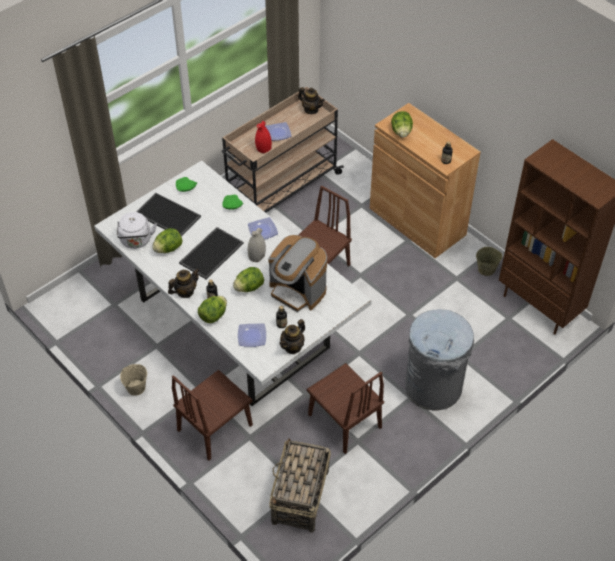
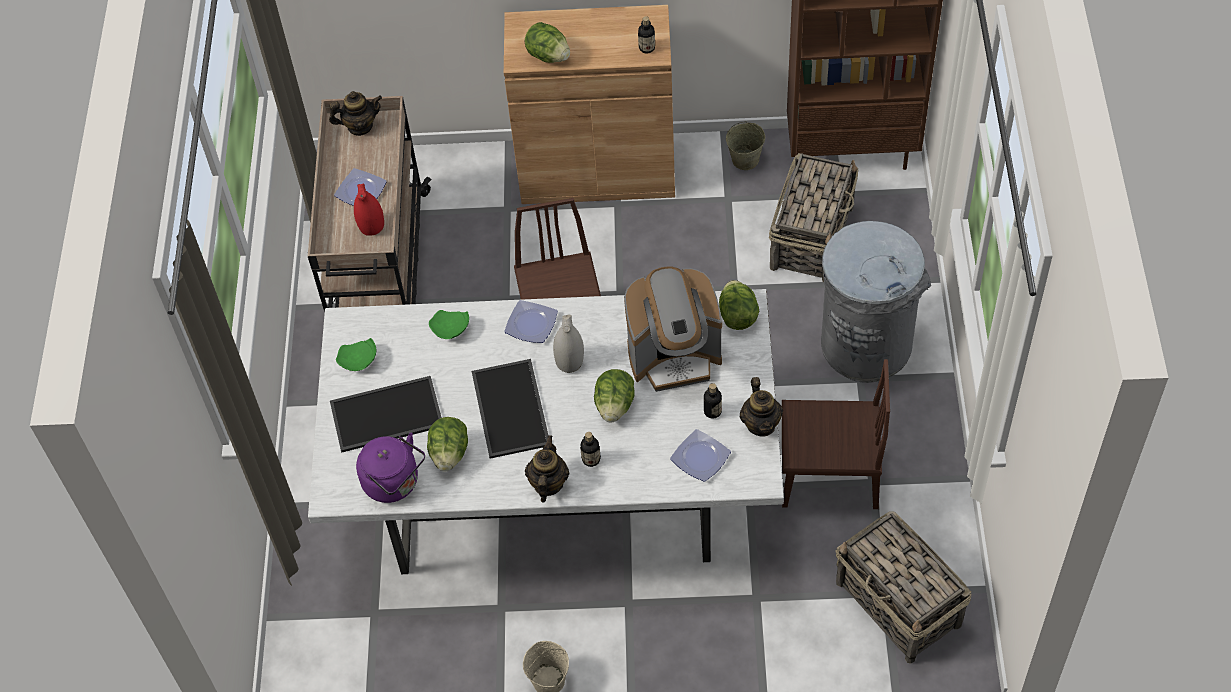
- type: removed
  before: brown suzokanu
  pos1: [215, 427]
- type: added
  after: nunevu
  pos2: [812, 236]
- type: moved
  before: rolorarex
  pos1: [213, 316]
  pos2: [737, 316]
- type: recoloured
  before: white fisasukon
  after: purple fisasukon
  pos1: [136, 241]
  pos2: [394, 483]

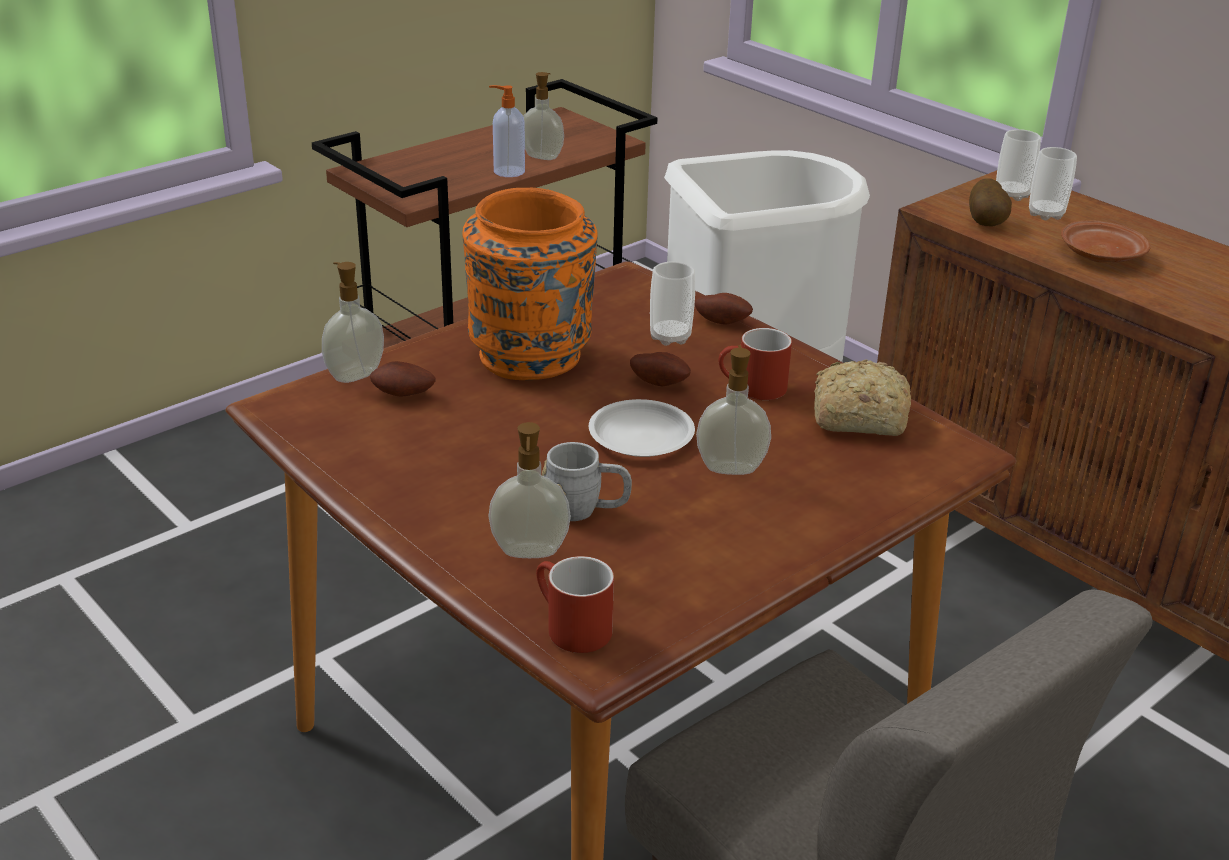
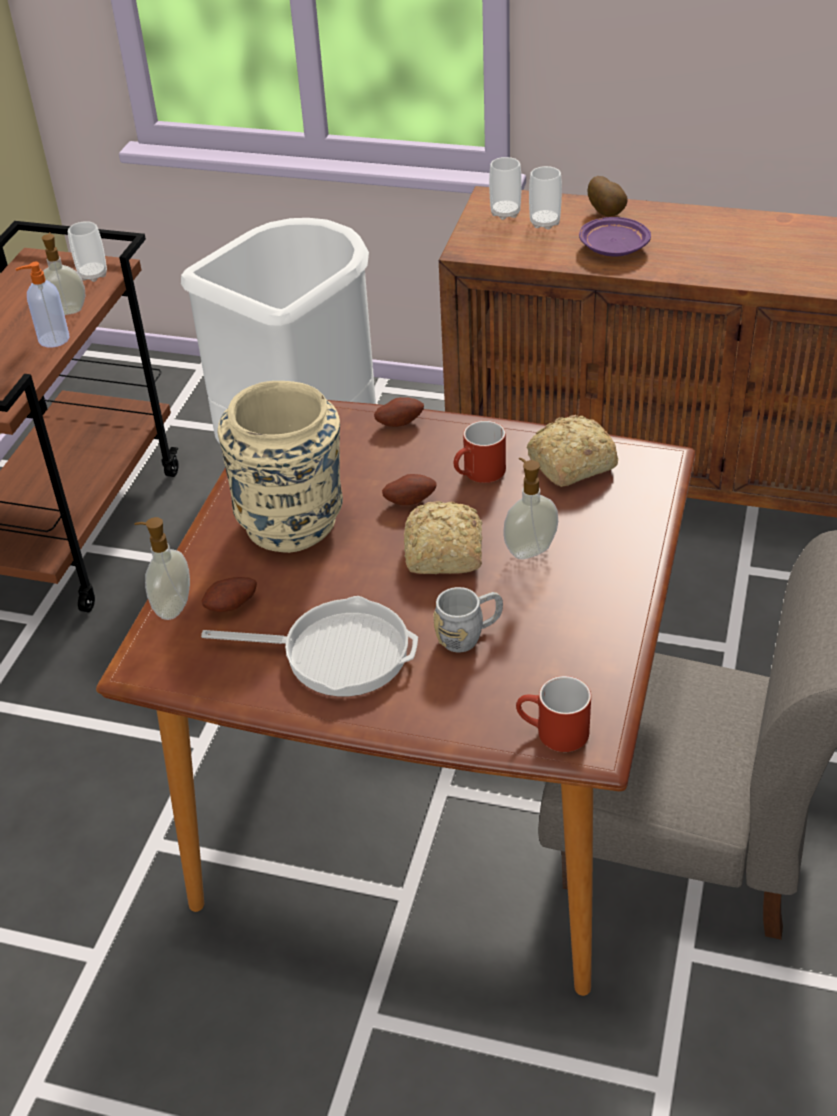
- type: removed
  before: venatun
  pos1: [529, 553]
- type: added
  after: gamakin
  pos2: [337, 653]
- type: moved
  before: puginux
  pos1: [670, 337]
  pos2: [93, 275]
- type: moved
  before: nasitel
  pos1: [987, 223]
  pos2: [607, 212]
- type: replaced
  before: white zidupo
  after: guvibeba
  pos1: [640, 435]
  pos2: [443, 554]
- type: recoloured
  before: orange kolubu
  after: beige kolubu
  pos1: [531, 357]
  pos2: [293, 523]
- type: recoloured
  before: brown zidupo
  after: purple zidupo
  pos1: [1100, 255]
  pos2: [613, 248]

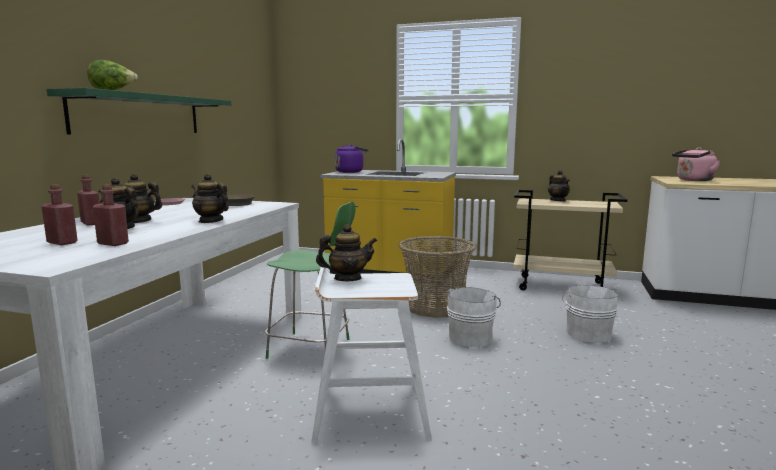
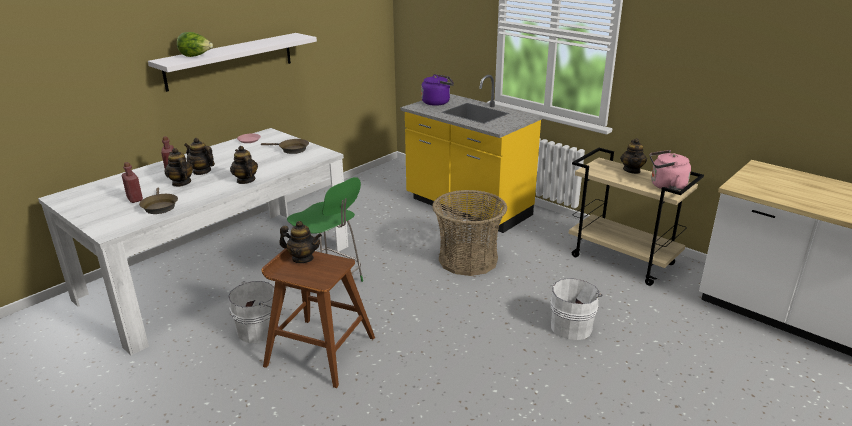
- type: moved
  before: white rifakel
  pos1: [471, 337]
  pos2: [260, 329]
- type: moved
  before: pink fisasukon
  pos1: [693, 180]
  pos2: [665, 186]
- type: replaced
  before: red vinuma
  after: brown gamakin
  pos1: [113, 243]
  pos2: [159, 206]
- type: recoloured
  before: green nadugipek
  after: white nadugipek
  pos1: [139, 114]
  pos2: [230, 61]
- type: recoloured
  before: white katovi
  after: brown katovi
  pos1: [368, 409]
  pos2: [319, 351]

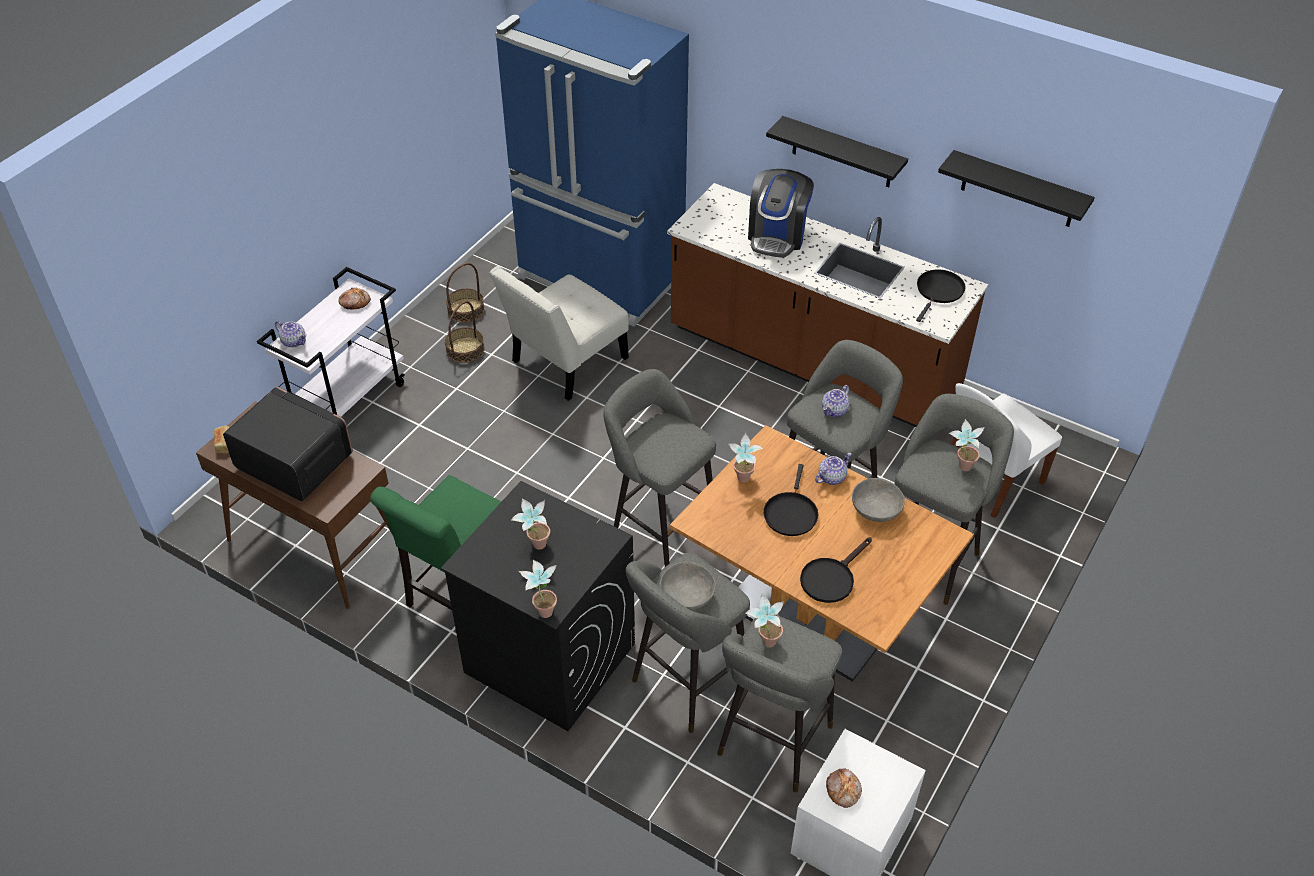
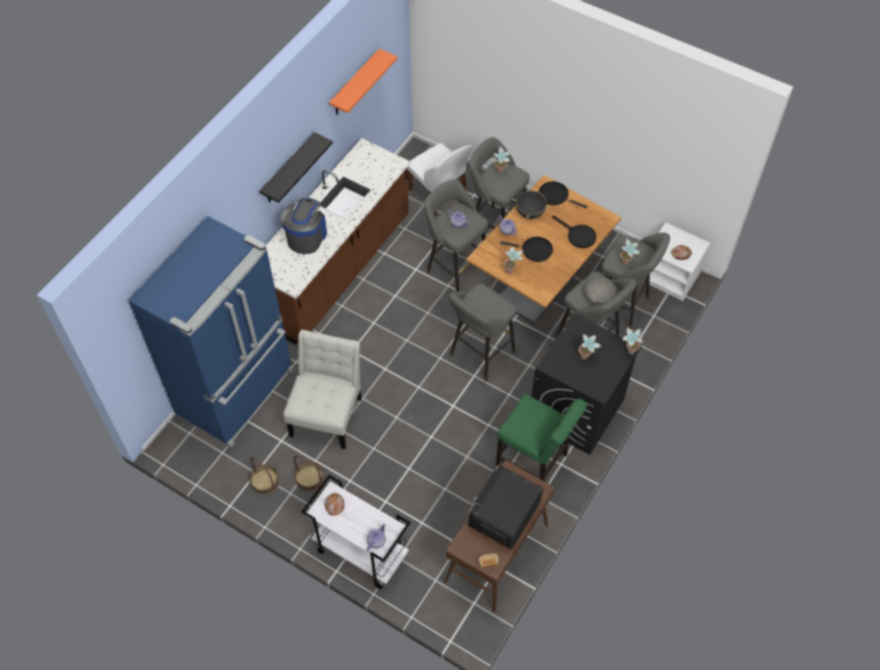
- type: moved
  before: black gamakin
  pos1: [939, 292]
  pos2: [555, 195]
- type: replaced
  before: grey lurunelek
  after: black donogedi
  pos1: [875, 510]
  pos2: [530, 213]
- type: recoloured
  before: black nadugipek
  after: orange nadugipek
  pos1: [1018, 190]
  pos2: [355, 84]
- type: turned
  before: white suzokanu
  pos1: [565, 363]
  pos2: [327, 412]
  turn: -120
- type: turned
  before: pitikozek
  pos1: [777, 235]
  pos2: [306, 236]
  turn: -90

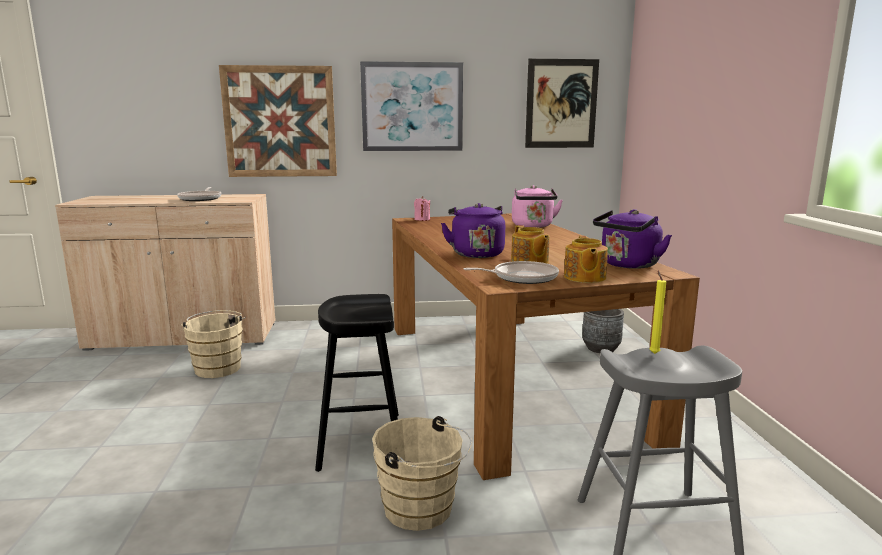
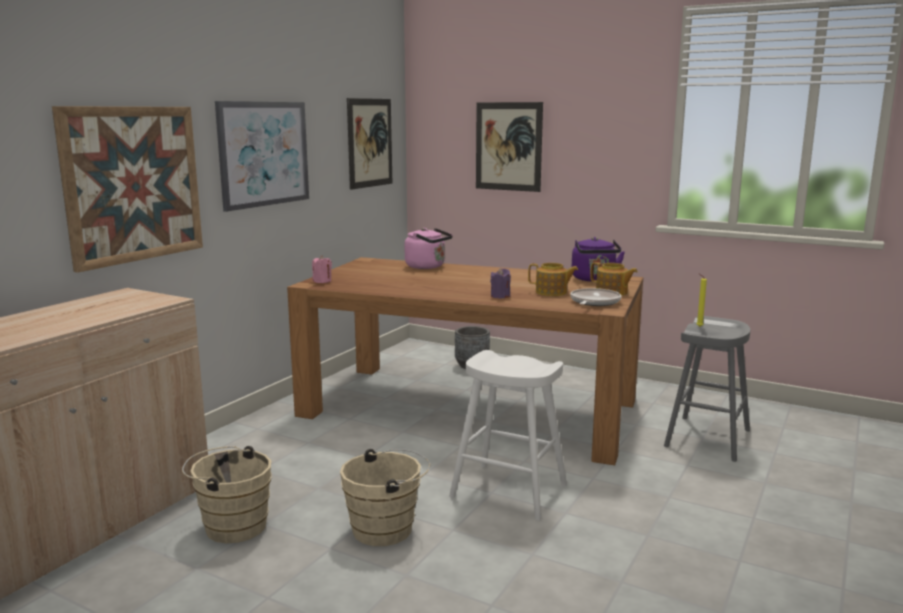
- type: removed
  before: gamakin
  pos1: [201, 199]
- type: added
  after: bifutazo
  pos2: [508, 146]
- type: moved
  before: beige rifakel
  pos1: [422, 510]
  pos2: [387, 529]
- type: replaced
  before: purple fisasukon
  after: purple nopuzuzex
  pos1: [476, 253]
  pos2: [500, 296]
- type: recoloured
  before: black katovi
  after: white katovi
  pos1: [360, 441]
  pos2: [509, 491]

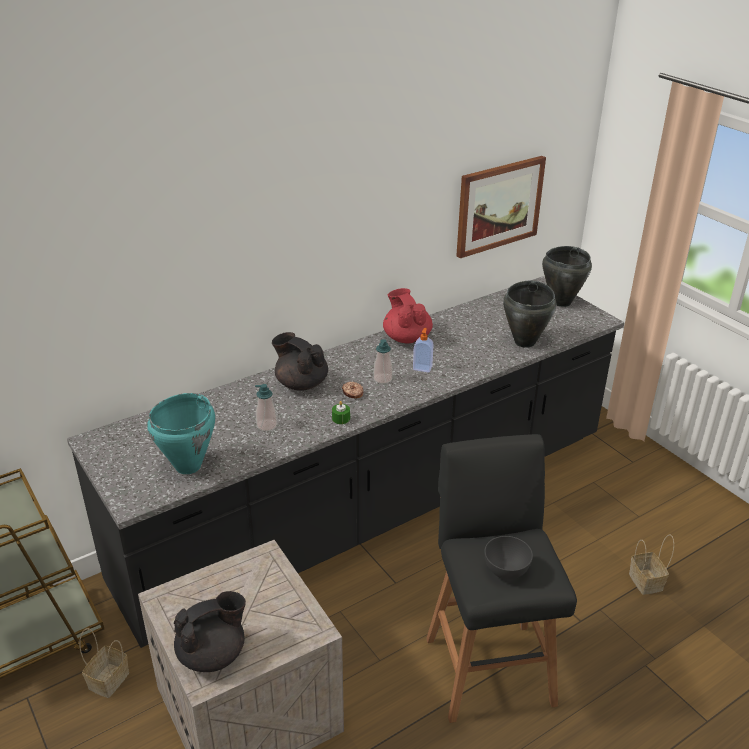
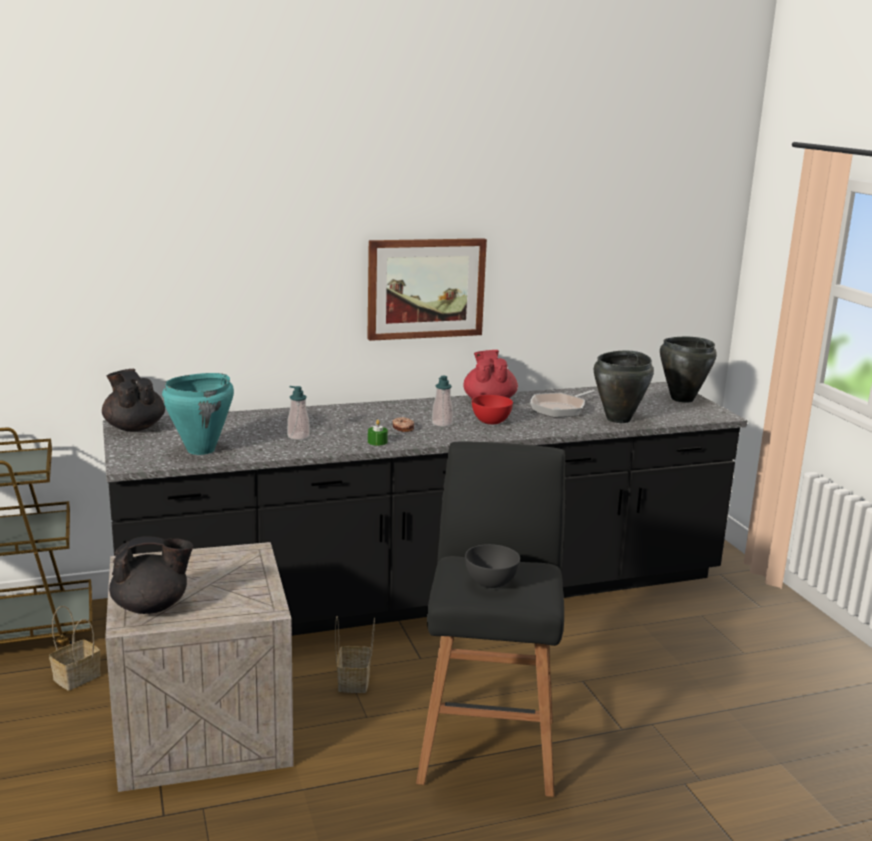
- type: added
  after: gamakin
  pos2: [560, 408]
- type: moved
  before: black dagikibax
  pos1: [301, 383]
  pos2: [134, 427]
- type: moved
  before: bifutazo
  pos1: [499, 205]
  pos2: [425, 288]
- type: moved
  before: nunevu
  pos1: [646, 582]
  pos2: [354, 682]
- type: replaced
  before: venatun
  after: red lurunelek
  pos1: [422, 368]
  pos2: [490, 422]

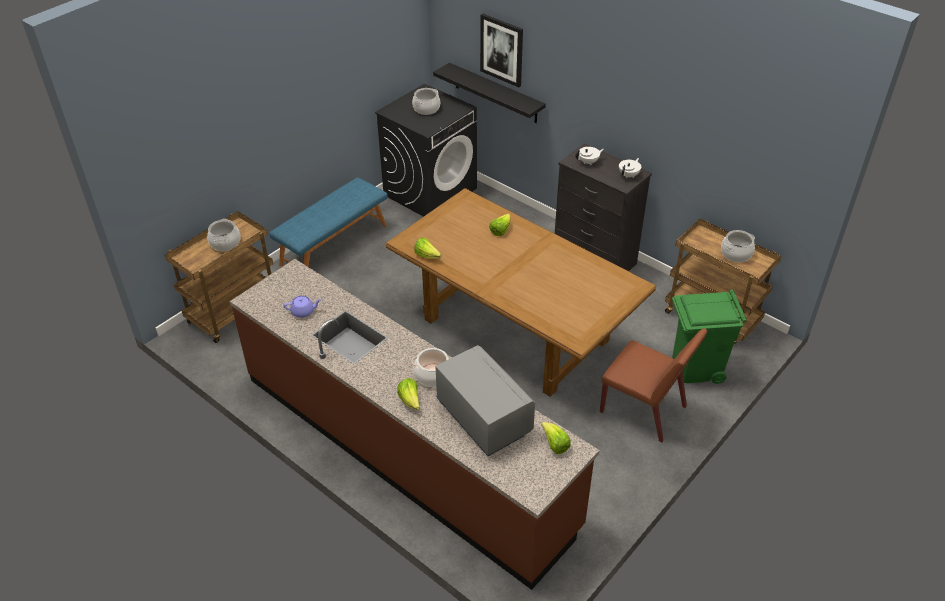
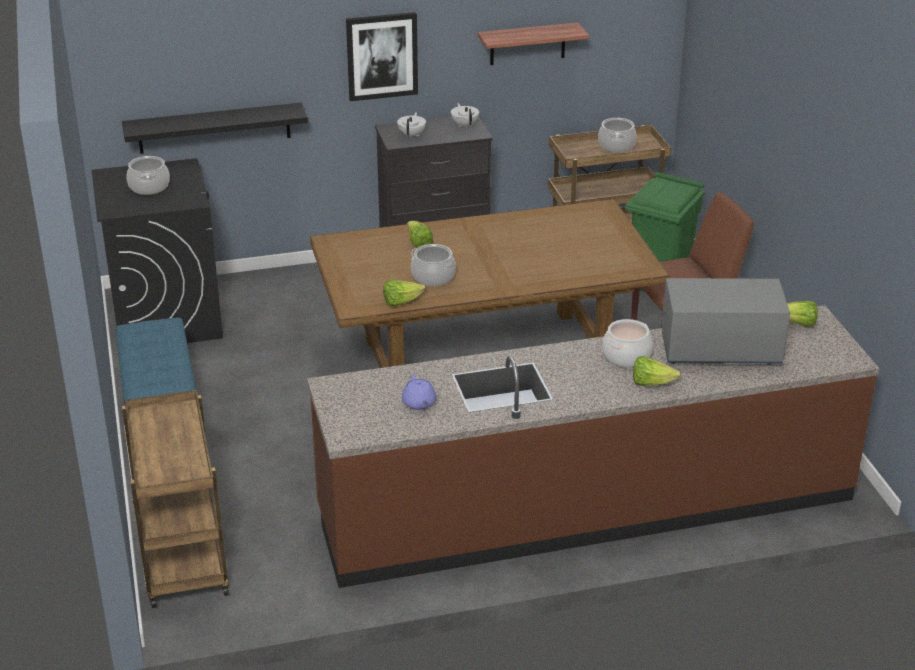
- type: added
  after: nadugipek
  pos2: [527, 44]
- type: moved
  before: donogedi
  pos1: [225, 243]
  pos2: [433, 277]
- type: moved
  before: bifutazo
  pos1: [502, 50]
  pos2: [382, 56]
- type: turned
  before: purple dagikibax
  pos1: [303, 311]
  pos2: [419, 403]
  turn: 135

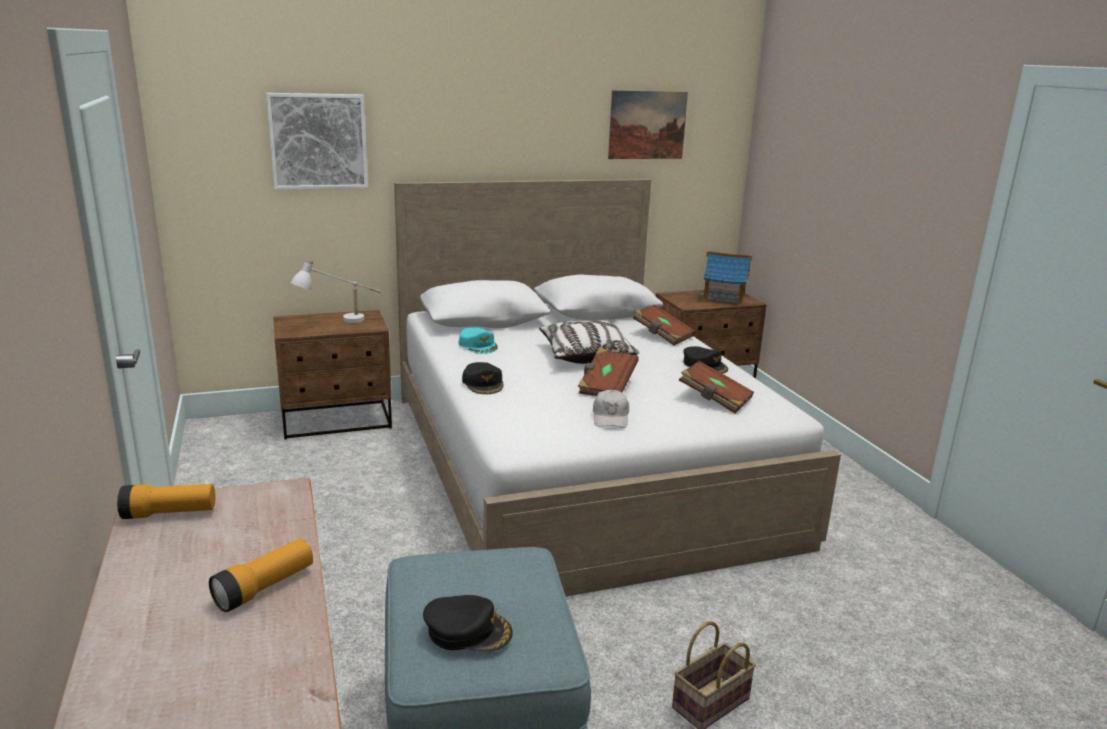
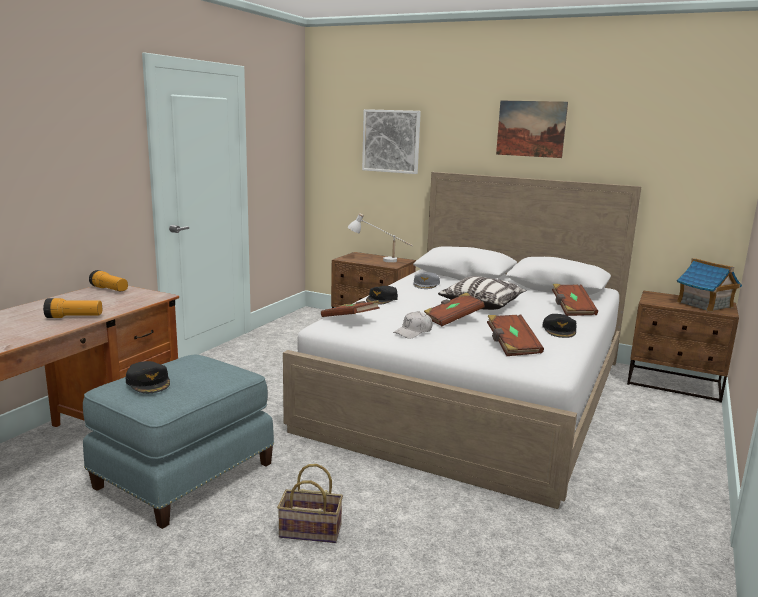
- type: added
  after: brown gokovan
  pos2: [350, 320]
- type: moved
  before: bifutazo
  pos1: [647, 125]
  pos2: [531, 129]
- type: recoloured
  before: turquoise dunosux
  after: grey dunosux
  pos1: [478, 345]
  pos2: [426, 284]

